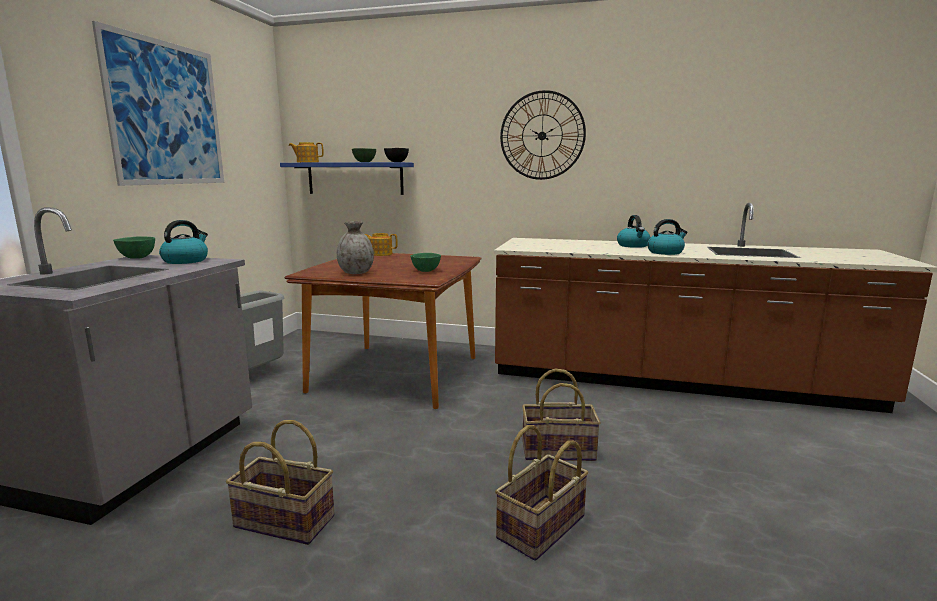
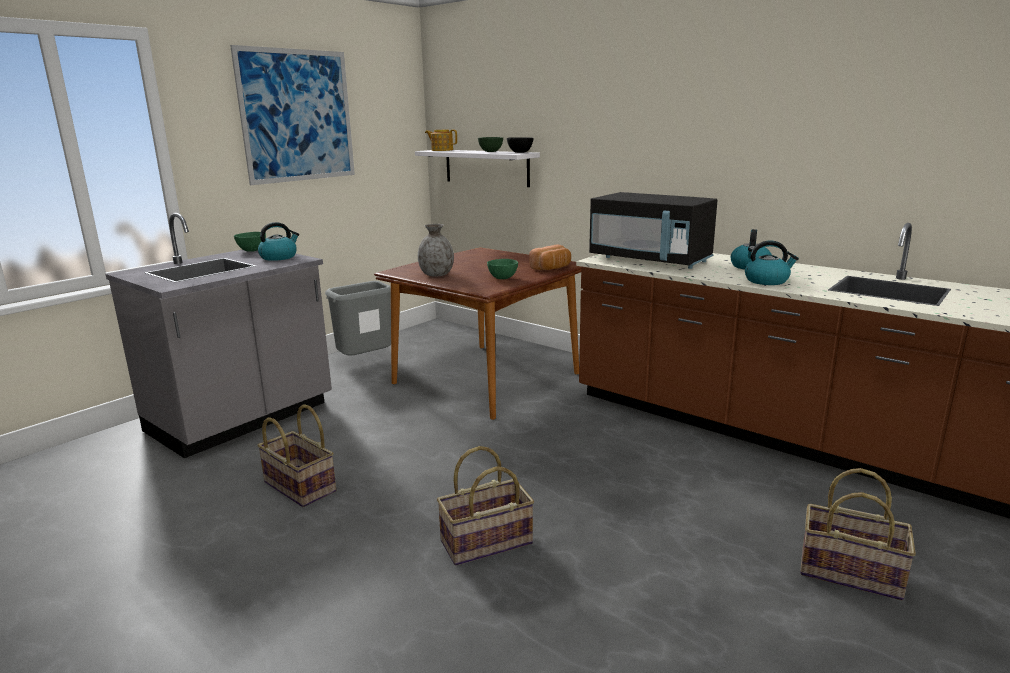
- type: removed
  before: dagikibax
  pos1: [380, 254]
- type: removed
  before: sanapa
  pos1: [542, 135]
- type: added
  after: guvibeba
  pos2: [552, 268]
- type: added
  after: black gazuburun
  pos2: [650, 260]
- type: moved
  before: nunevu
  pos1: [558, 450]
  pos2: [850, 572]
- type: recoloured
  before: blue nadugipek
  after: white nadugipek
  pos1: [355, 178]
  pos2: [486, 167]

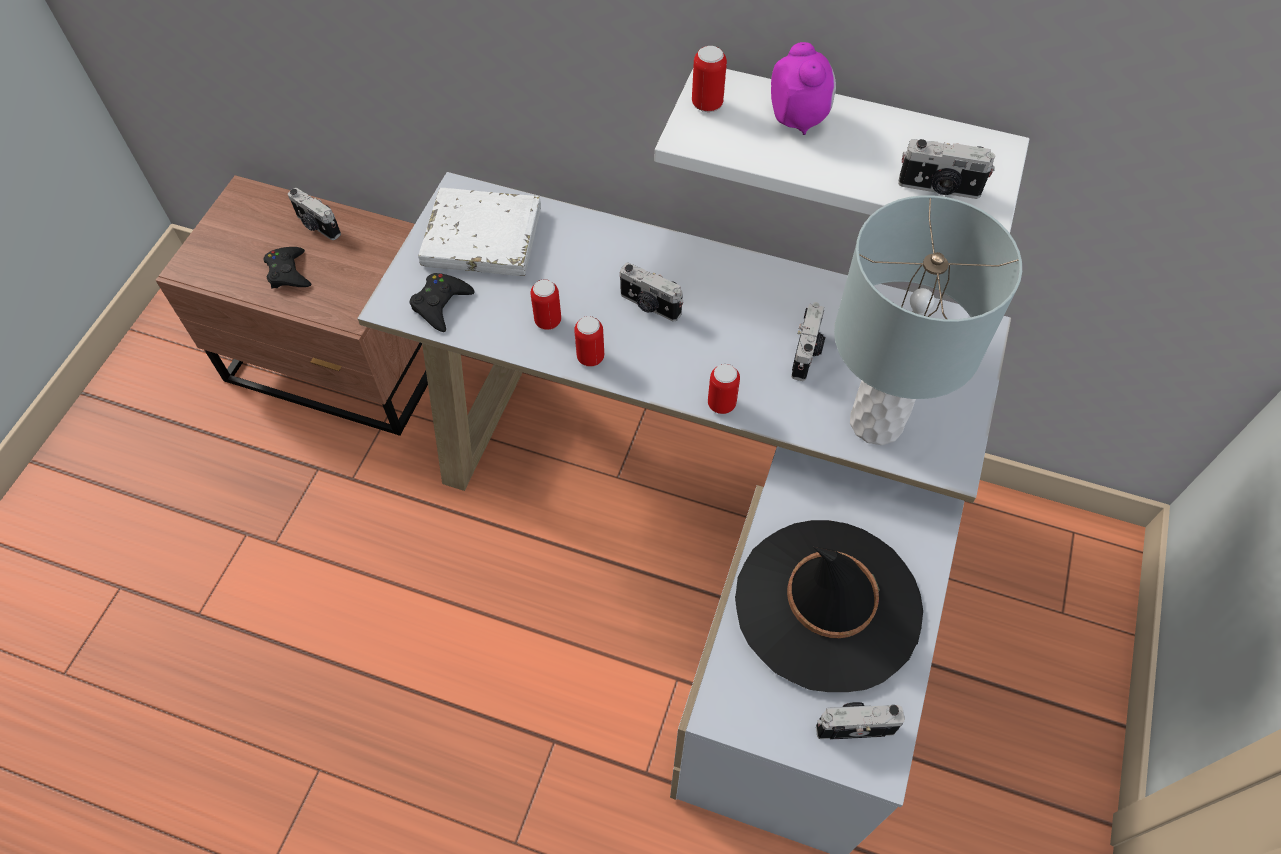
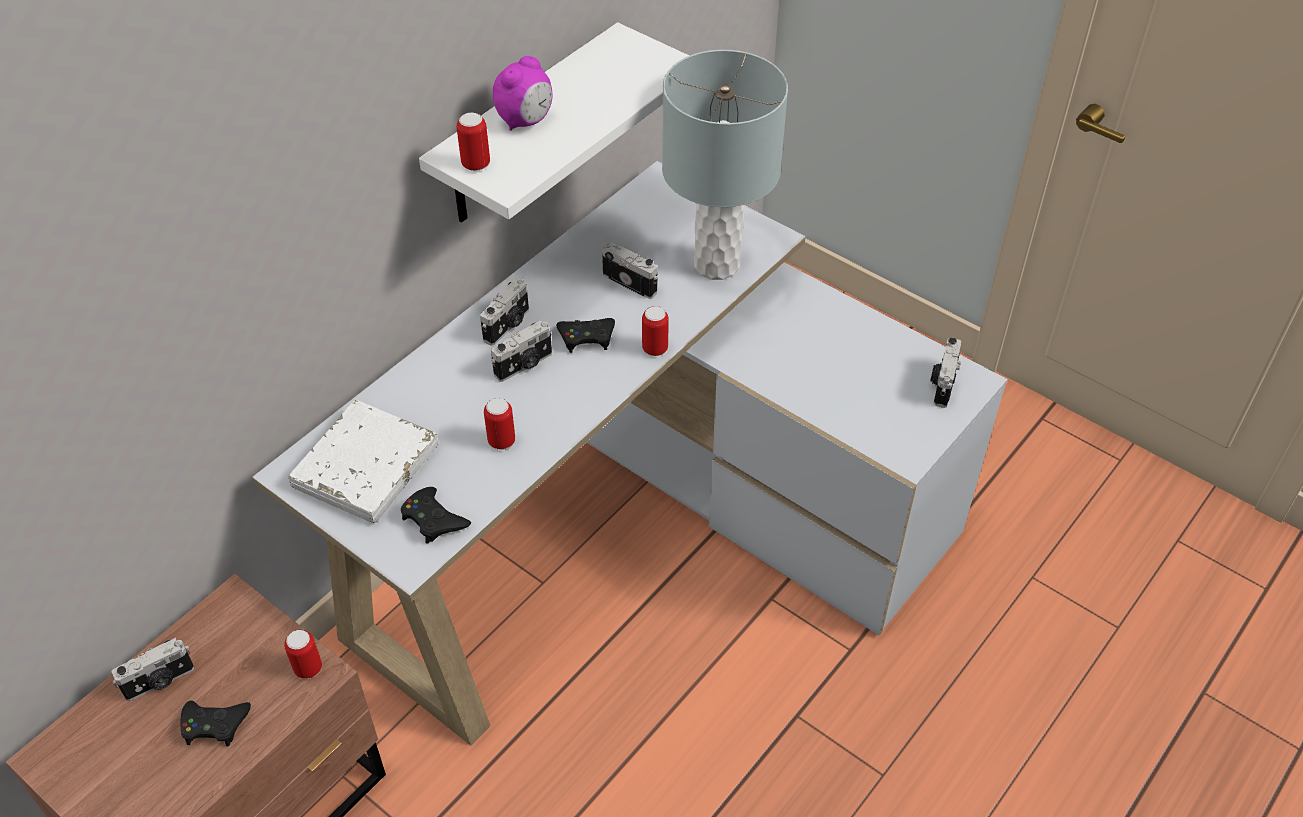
- type: removed
  before: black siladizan
  pos1: [827, 604]
- type: added
  after: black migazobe
  pos2: [586, 337]
- type: moved
  before: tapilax
  pos1: [590, 357]
  pos2: [308, 668]
- type: moved
  before: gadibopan
  pos1: [939, 188]
  pos2: [508, 325]
- type: turned
  before: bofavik
  pos1: [798, 118]
  pos2: [526, 121]
  turn: 120

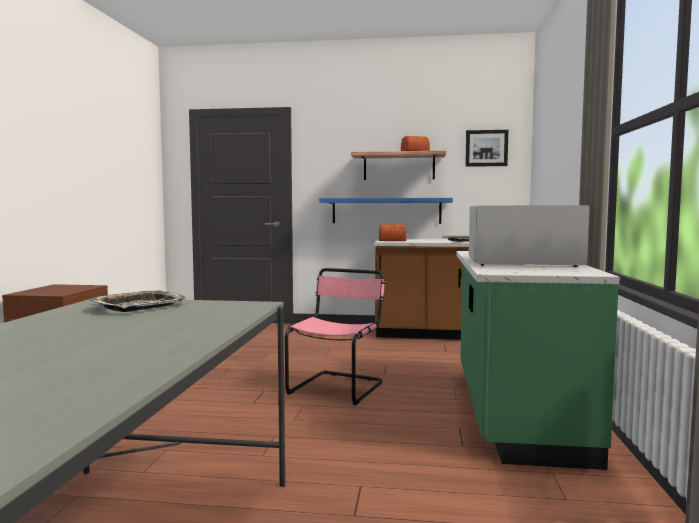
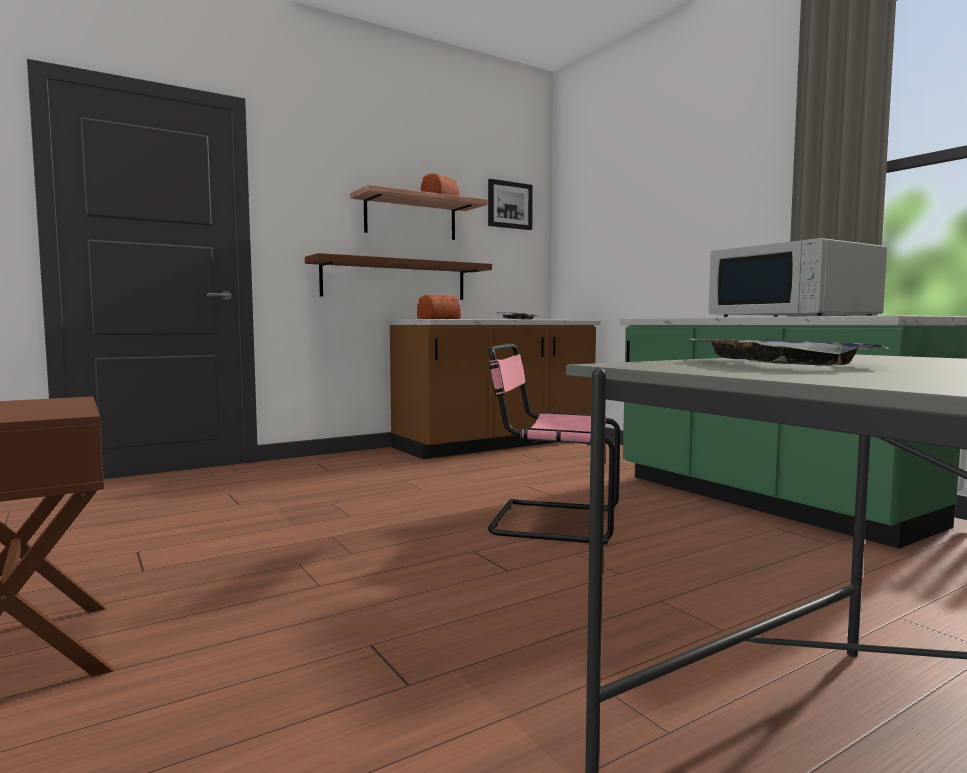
- type: recoloured
  before: blue nadugipek
  after: brown nadugipek
  pos1: [386, 210]
  pos2: [395, 280]
- type: turned
  before: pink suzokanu
  pos1: [338, 387]
  pos2: [549, 521]
  turn: -60
- type: turned
  before: white gazuburun
  pos1: [520, 262]
  pos2: [793, 316]
  turn: -90

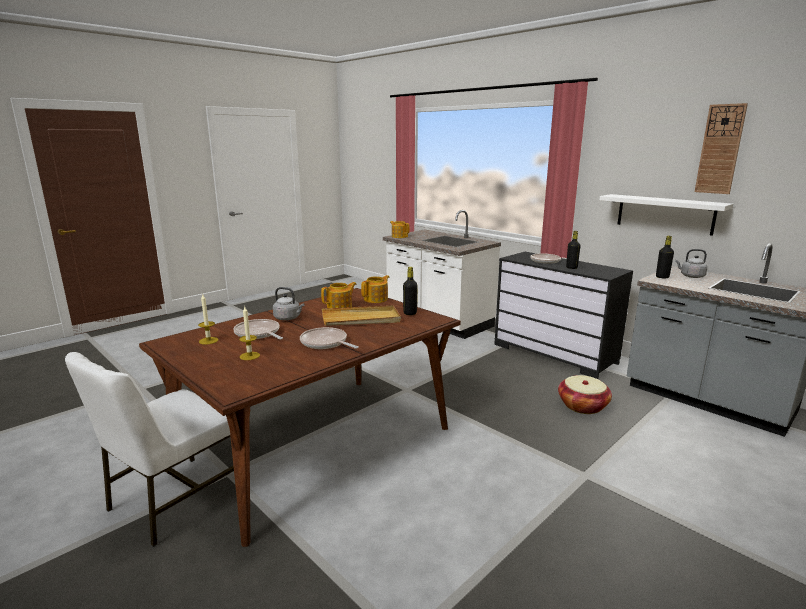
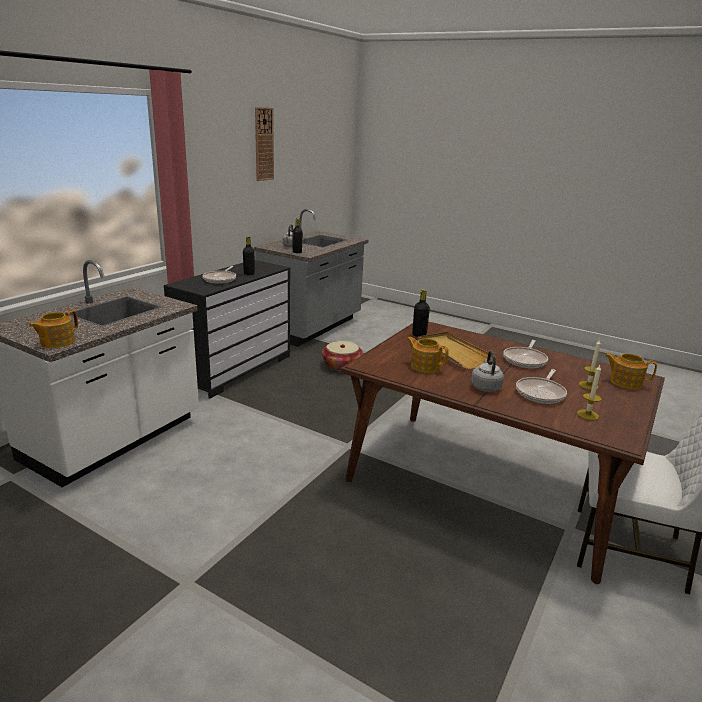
- type: removed
  before: white nadugipek
  pos1: [664, 214]
- type: moved
  before: dagikibax
  pos1: [376, 299]
  pos2: [625, 382]

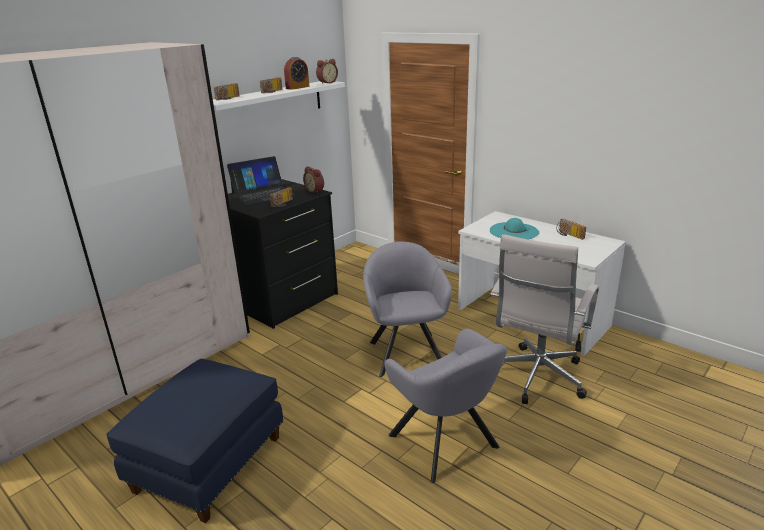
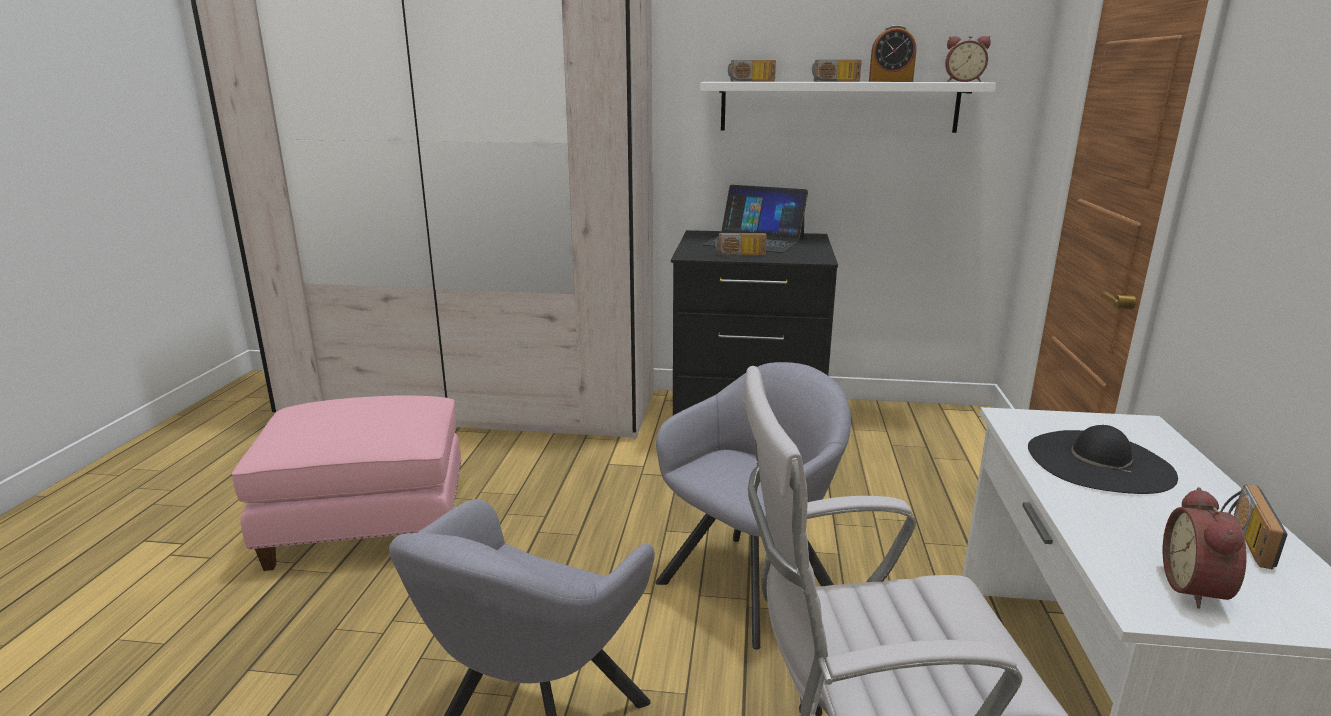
- type: moved
  before: bofavik
  pos1: [315, 191]
  pos2: [1198, 589]
- type: recoloured
  before: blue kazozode
  after: pink kazozode
  pos1: [208, 463]
  pos2: [369, 524]
- type: recoloured
  before: turquoise siladizan
  after: black siladizan
  pos1: [514, 231]
  pos2: [1099, 462]

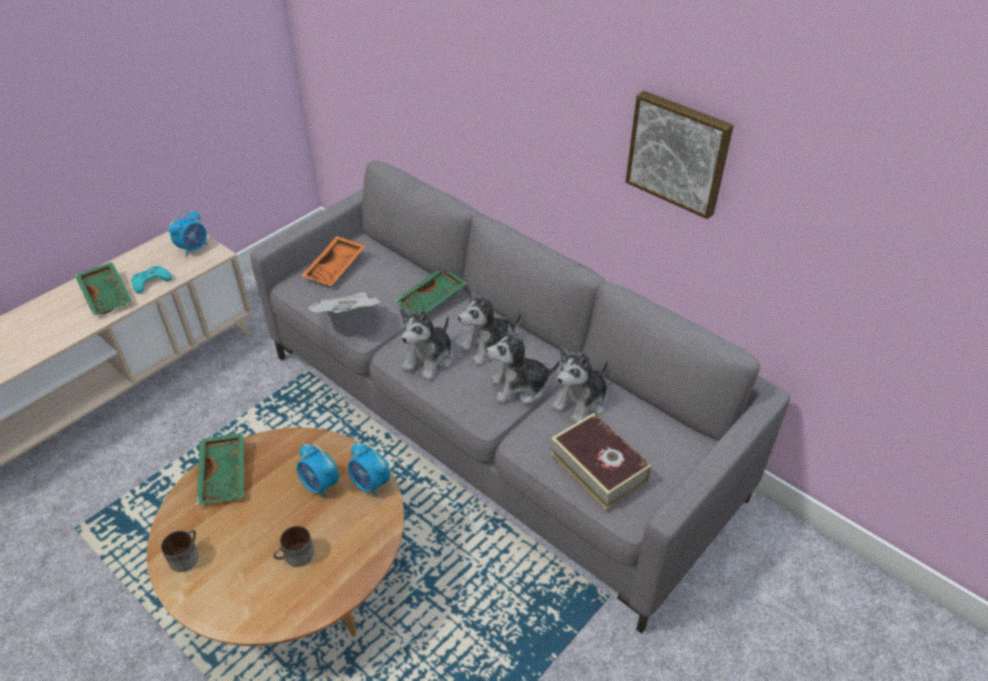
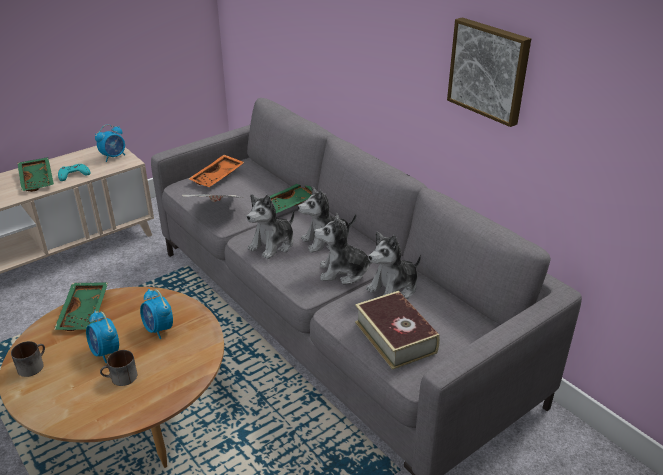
- type: moved
  before: bofavik
  pos1: [370, 484]
  pos2: [106, 352]

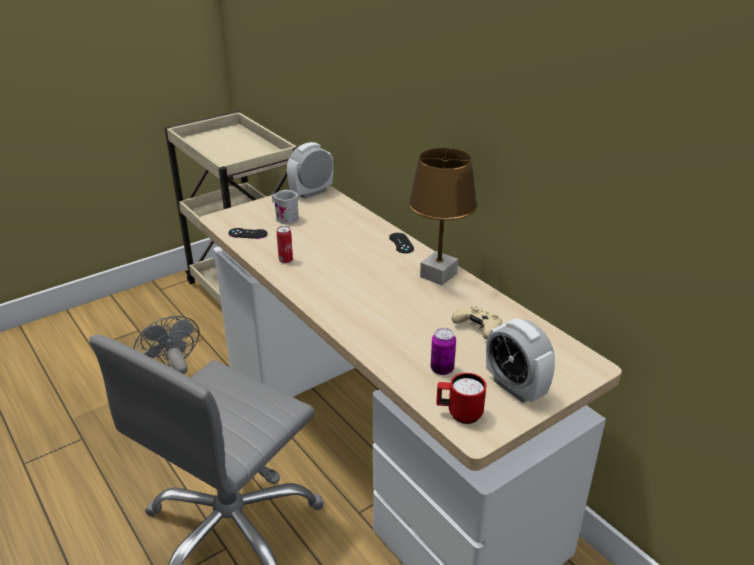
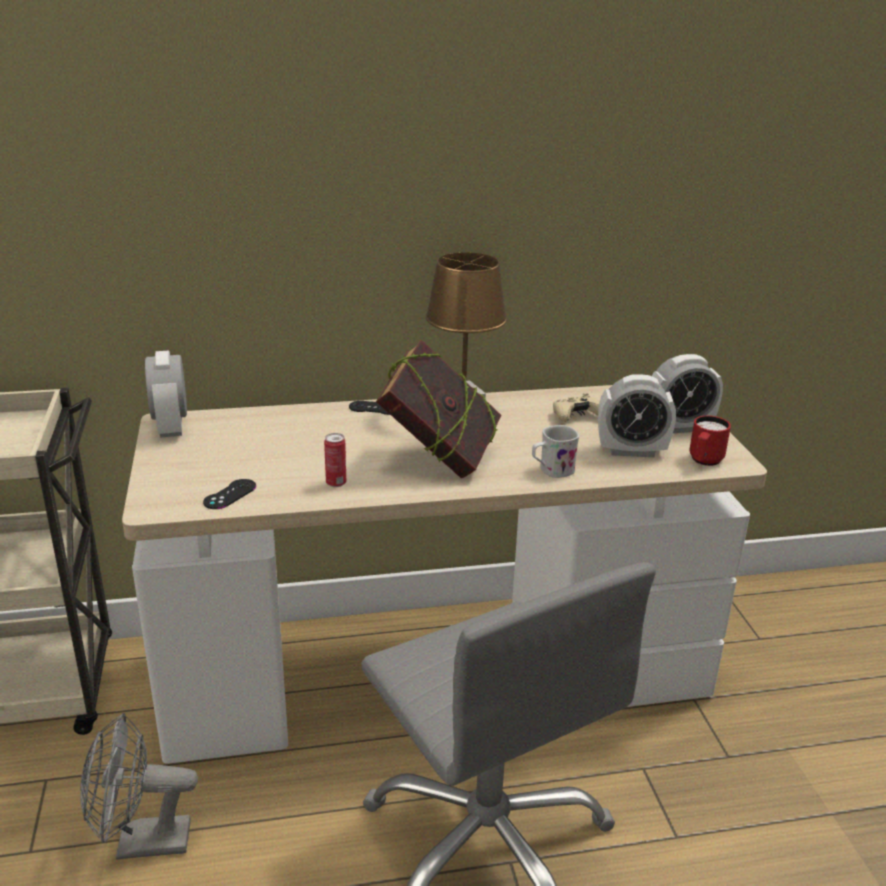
- type: added
  after: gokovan
  pos2: [439, 459]
- type: moved
  before: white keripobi
  pos1: [284, 218]
  pos2: [551, 471]
- type: replaced
  before: tapilax
  after: bofavik
  pos1: [442, 369]
  pos2: [631, 451]

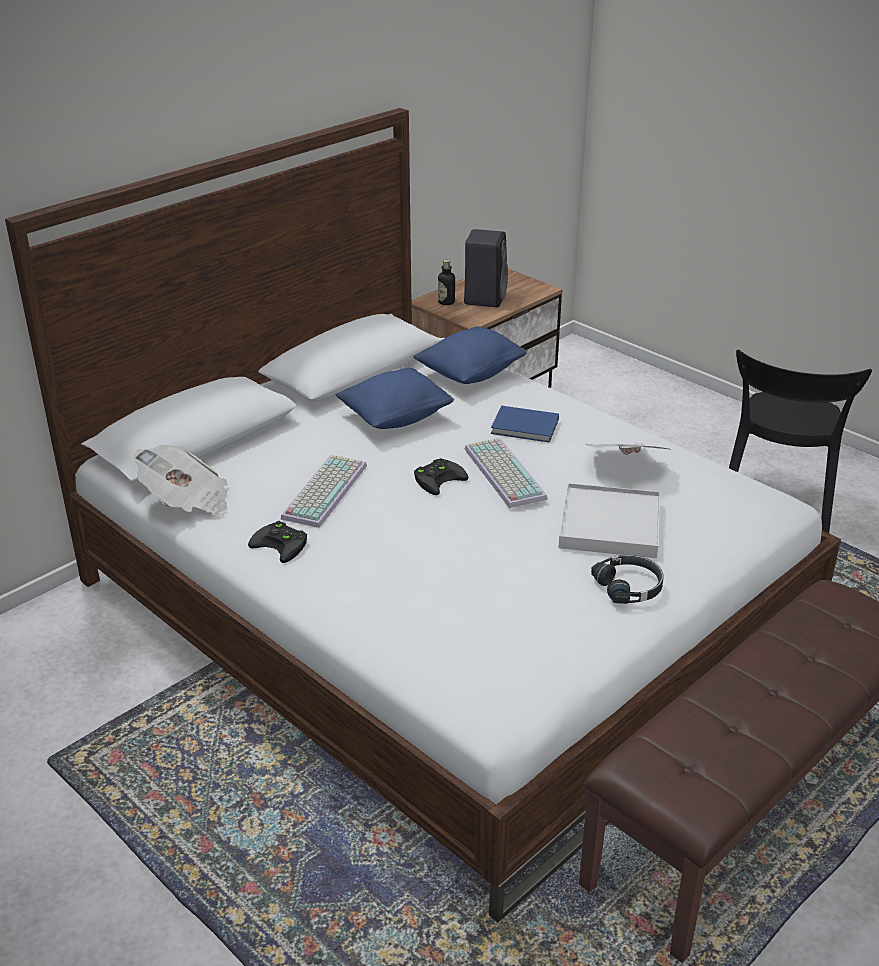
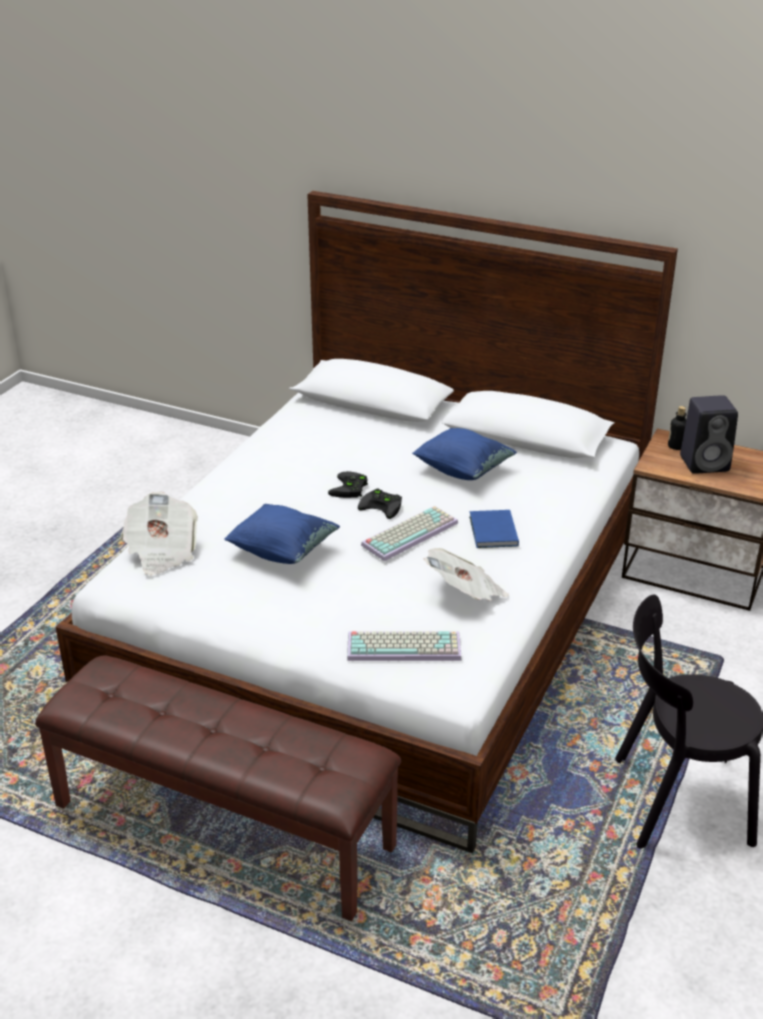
- type: removed
  before: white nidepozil
  pos1: [610, 525]
- type: removed
  before: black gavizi
  pos1: [629, 586]
- type: moved
  before: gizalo
  pos1: [187, 501]
  pos2: [162, 551]
- type: moved
  before: black migazobe
  pos1: [282, 544]
  pos2: [350, 489]
- type: moved
  before: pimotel
  pos1: [323, 490]
  pos2: [405, 646]
- type: moved
  before: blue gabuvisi
  pos1: [470, 374]
  pos2: [282, 551]

